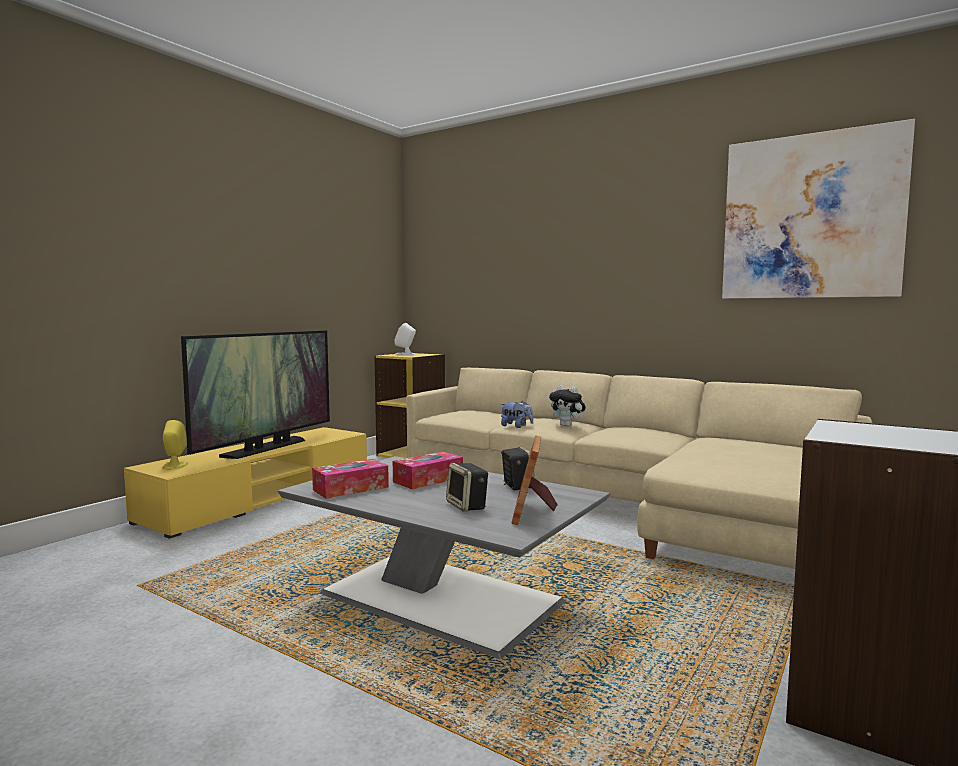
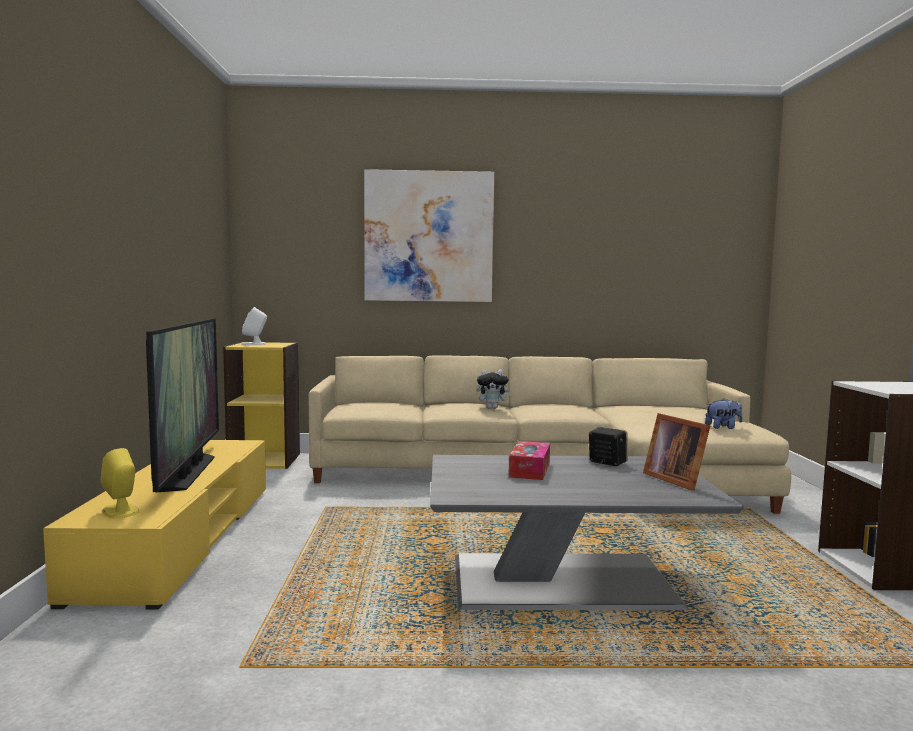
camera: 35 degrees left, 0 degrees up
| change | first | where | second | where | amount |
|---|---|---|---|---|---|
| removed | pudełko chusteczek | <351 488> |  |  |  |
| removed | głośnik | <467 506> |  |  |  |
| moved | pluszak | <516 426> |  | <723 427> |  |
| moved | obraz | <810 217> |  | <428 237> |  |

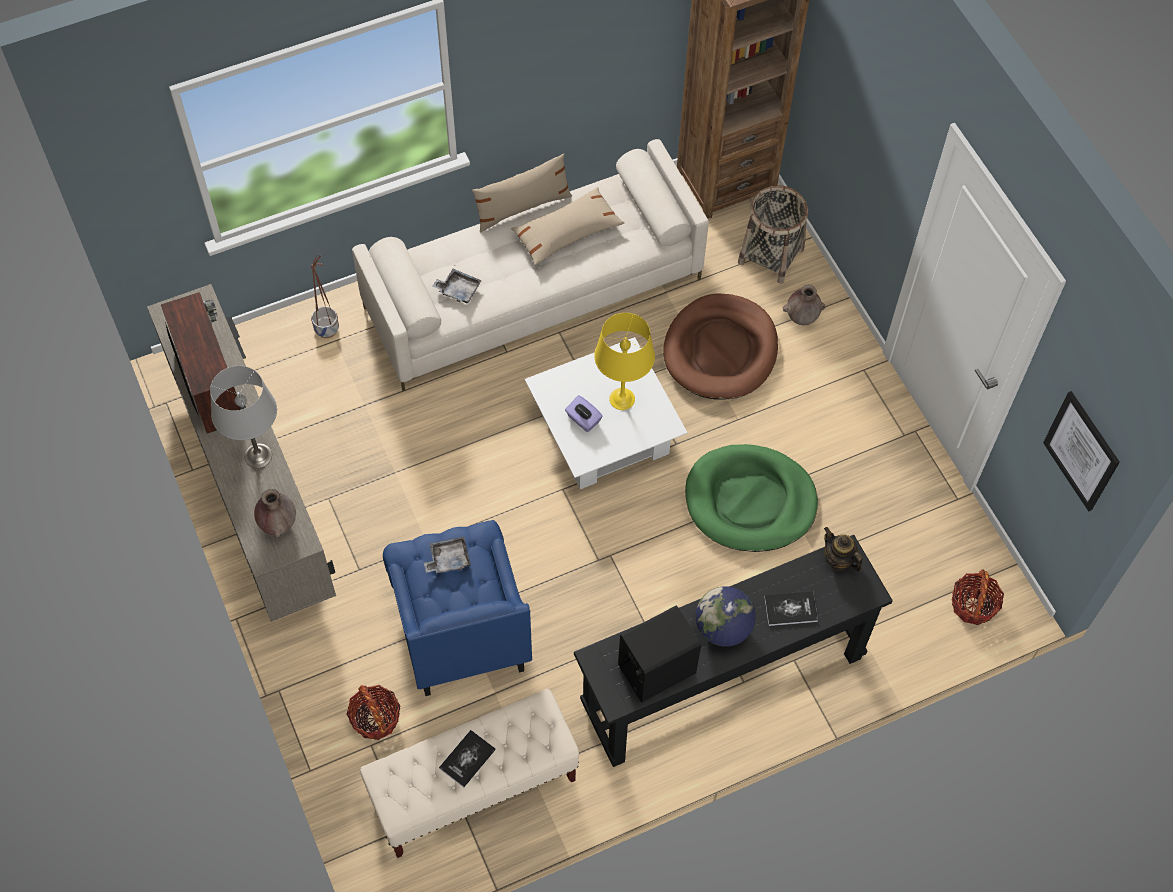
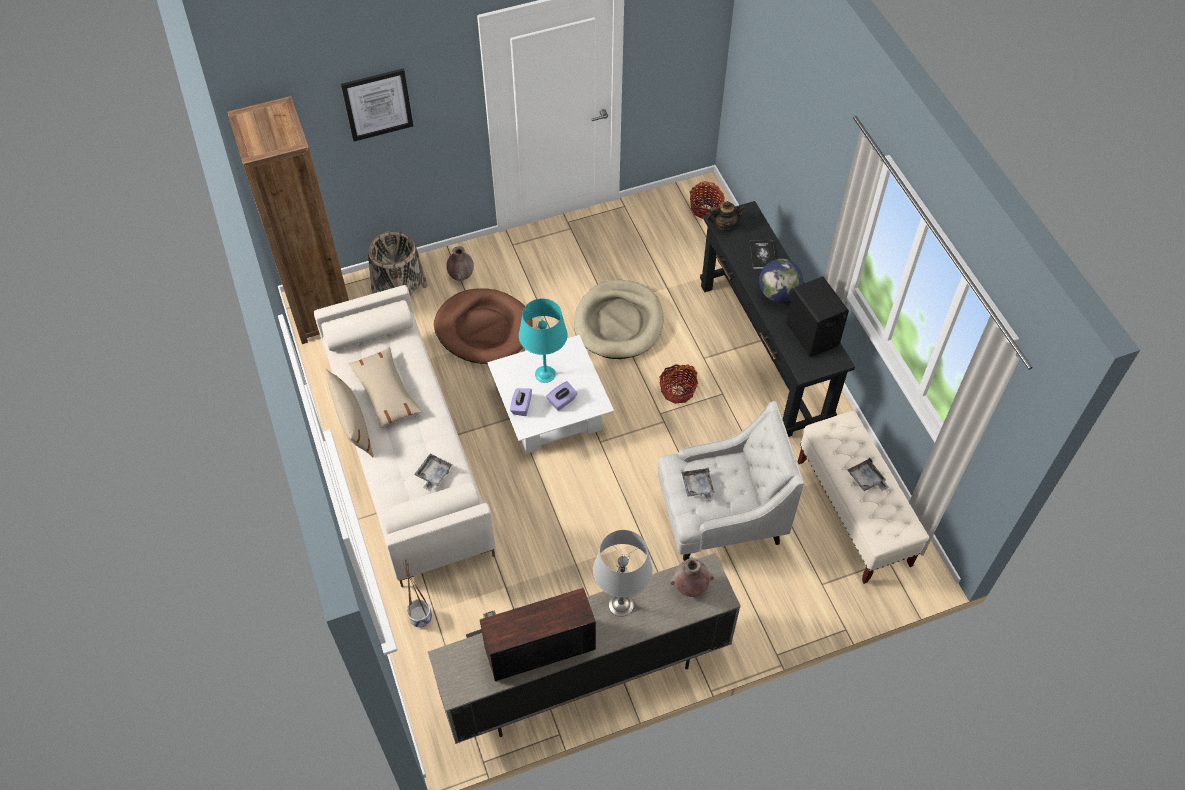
camera: 85 degrees left, 5 degrees down
| change | first | where | second | where | amount |
|---|---|---|---|---|---|
| moved | koszyk | <375 718> |  | <677 390> |  |
| recoloured | fotel (niebieski) | <460 627> | fotel (biały) | <720 518> |  |
| replaced | książka | <467 759> | taca (szary) | <866 479> |  |
| recoloured | lampa stołowa (żółty) | <622 399> | lampa stołowa (turkusowy) | <545 374> |  |
| recoloured | legowisko (zielony) | <750 501> | legowisko (beżowy) | <619 322> |  |
| turned | imbryk | <838 560> |  | <724 225> | 150 degrees counterclockwise |
| moved | obraz | <1081 451> |  | <377 104> |  |
| added |  |  | pudełko chusteczek (fioletowy) | <521 406> |  |

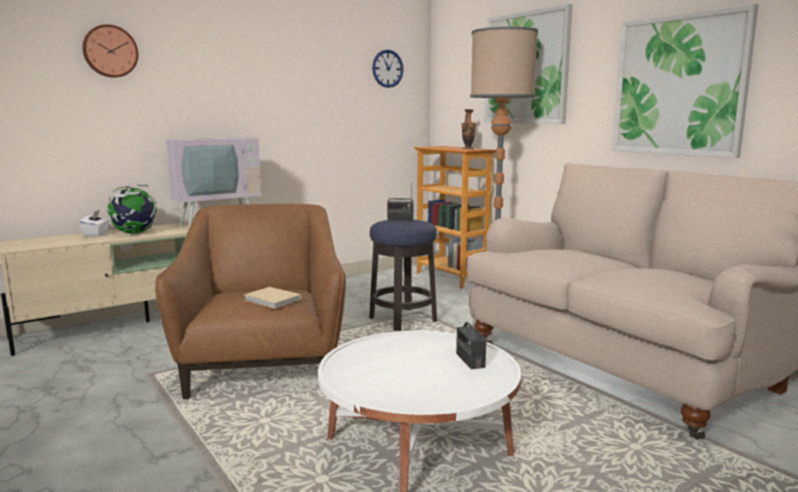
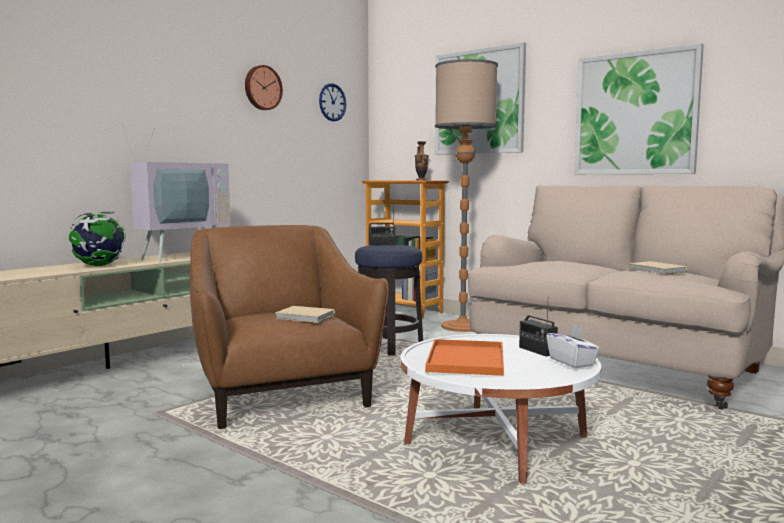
camera: 15 degrees left, 5 degrees down
| change | first | where | second | where | amount |
|---|---|---|---|---|---|
| moved | pudełko chusteczek (biały) | <96 234> |  | <572 362> |  |
| moved | zegar ścienny | <110 51> |  | <262 88> |  |
| added |  |  | taca (pomarańczowy) | <465 358> |  |
| added |  |  | książka (beżowy) | <657 270> |  |

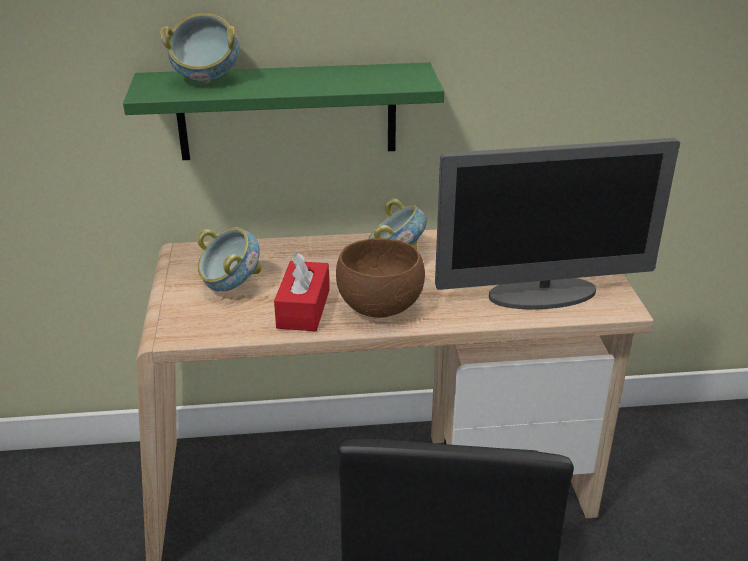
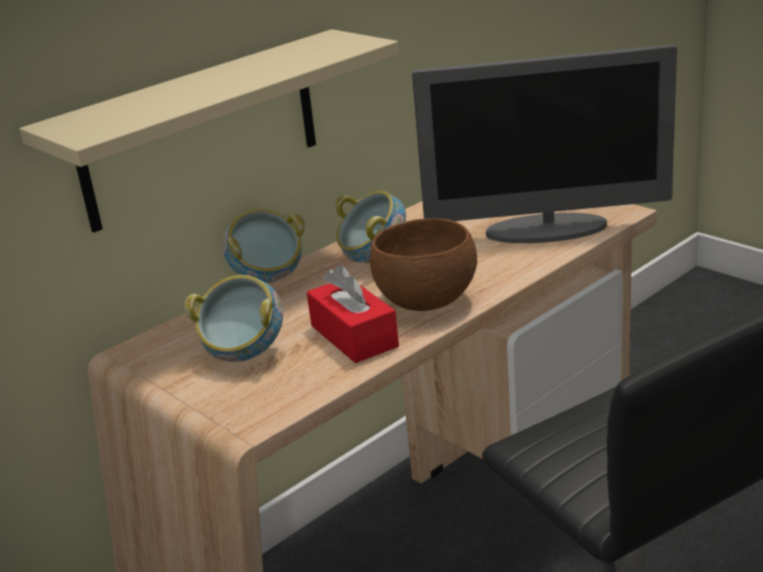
camera: 35 degrees left, 5 degrees down
| change | first | where | second | where | amount |
|---|---|---|---|---|---|
| recoloured | półka (zielony) | <287 112> | półka (beżowy) | <201 130> |  |
| moved | miska | <206 80> |  | <268 279> |  |
| turned | monitor | <543 294> |  | <547 230> | 45 degrees clockwise |

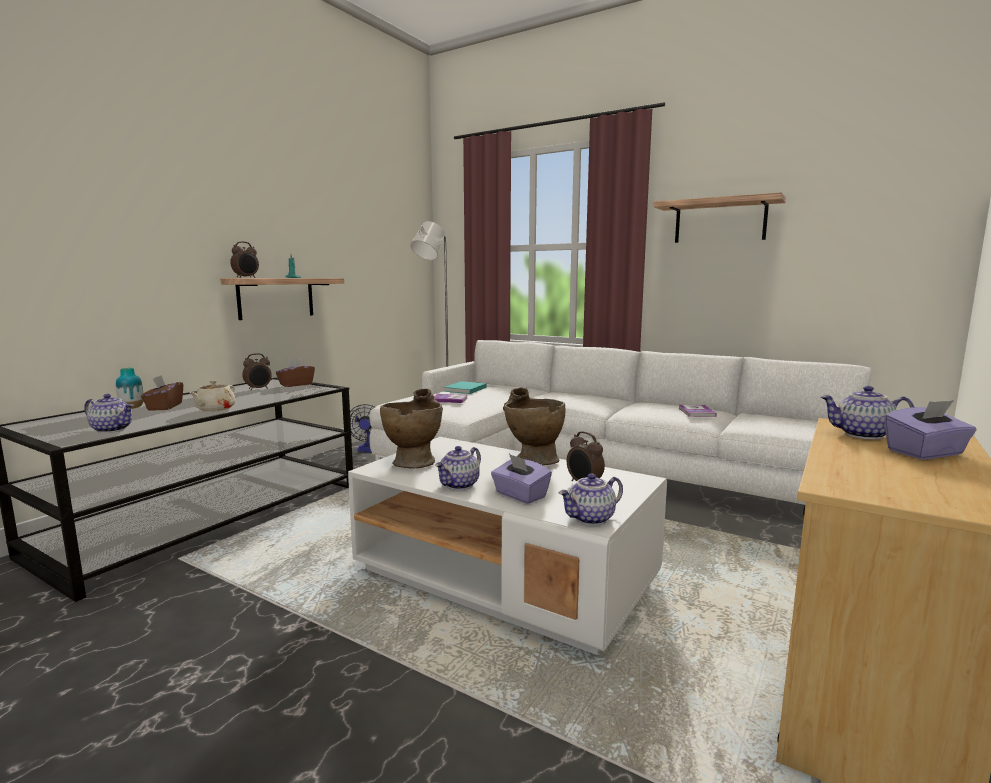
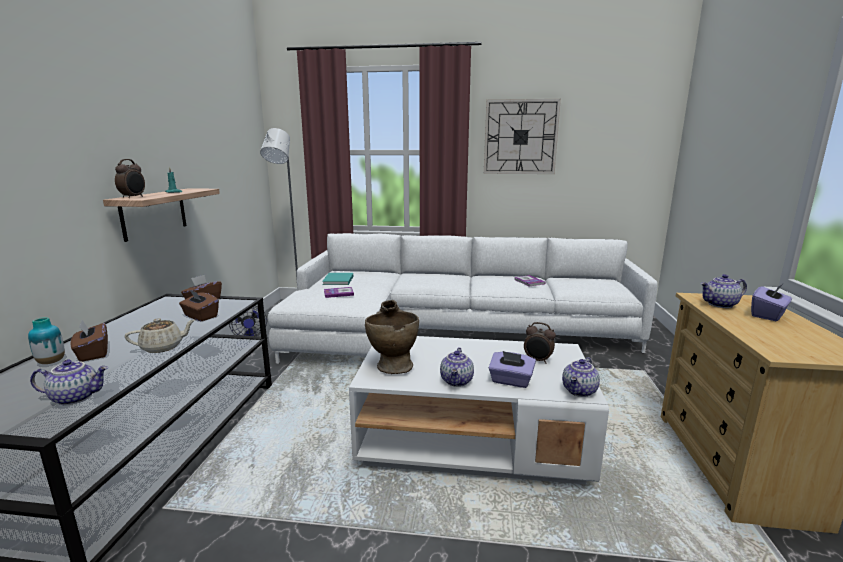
camera: 25 degrees left, 5 degrees up
| change | first | where | second | where | amount |
|---|---|---|---|---|---|
| turned | imbryk (beżowy) | <214 409> |  | <163 347> | 105 degrees counterclockwise |
| removed | budzik | <258 389> |  |  |  |
| removed | wazon (beżowy) | <531 459> |  |  |  |
| replaced | półka | <720 221> | zegar ścienny | <520 137> |  |
| added |  |  | pudełko chusteczek (brązowy) | <200 316> |  |

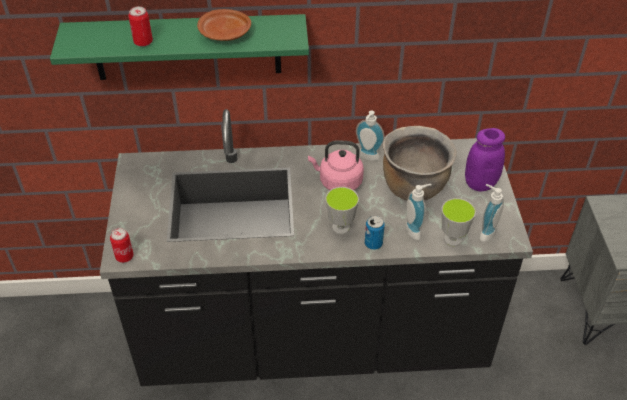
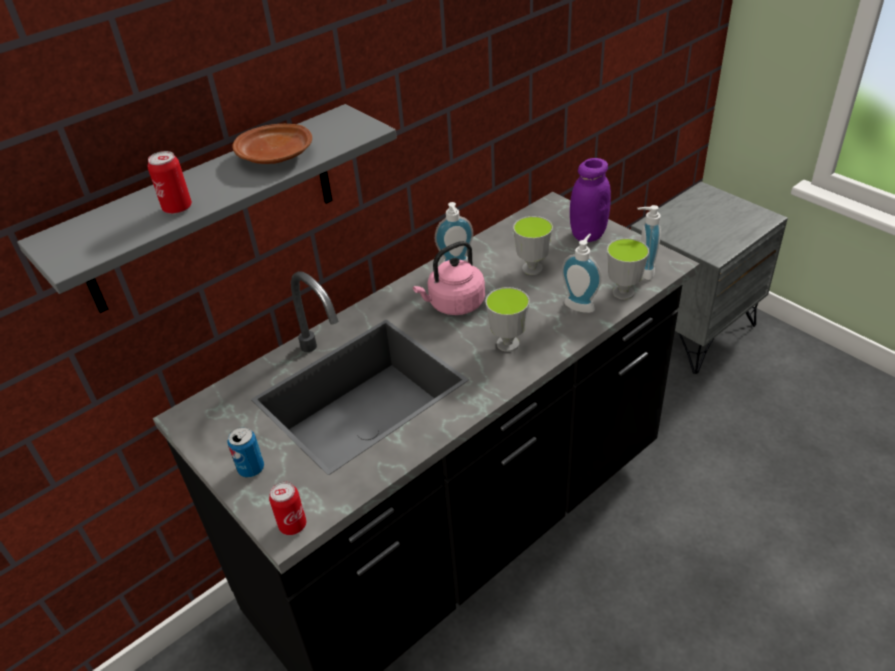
camera: 35 degrees left, 5 degrees down
| change | first | where | second | where | amount |
|---|---|---|---|---|---|
| recoloured | półka (zielony) | <187 47> | półka (szary) | <211 210> |  |
| moved | puszka | <373 244> |  | <251 469> |  |
| replaced | garnek (brązowy) | <413 186> | filiżanka | <532 268> |  |

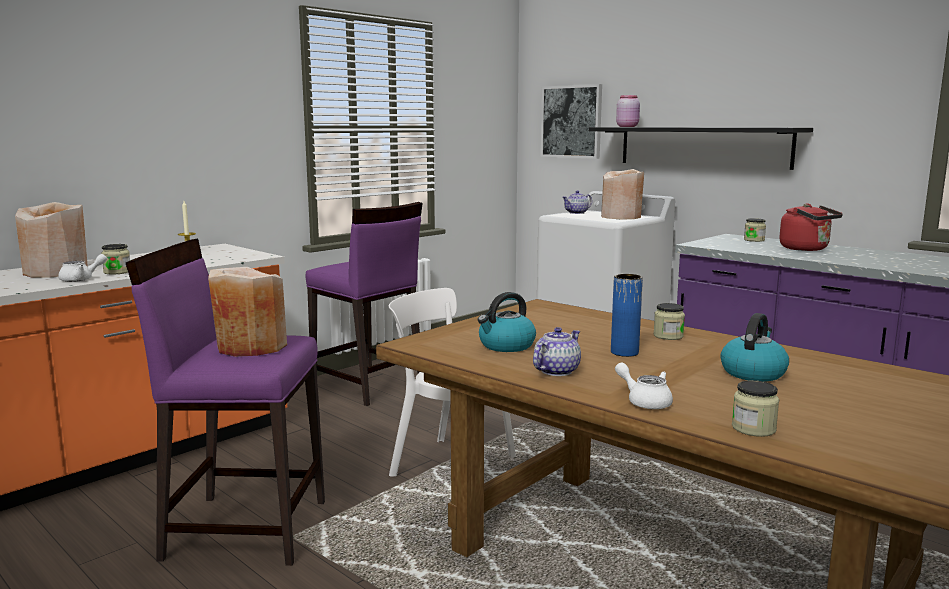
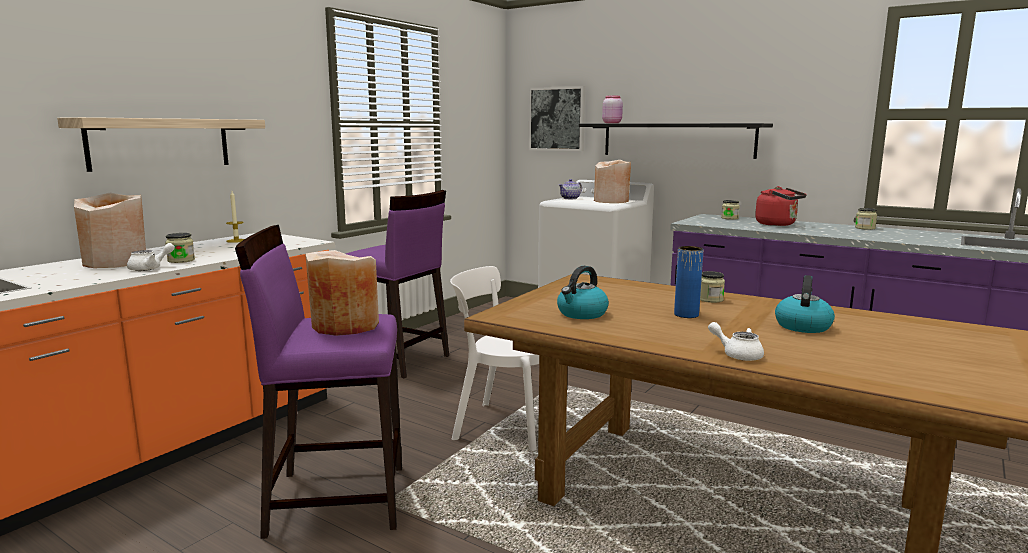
camera: 10 degrees left, 0 degrees up
| change | first | where | second | where | amount |
|---|---|---|---|---|---|
| removed | imbryk | <556 371> |  |  |  |
| moved | słoik | <753 428> |  | <865 228> |  |
| added |  |  | półka | <160 143> |  |

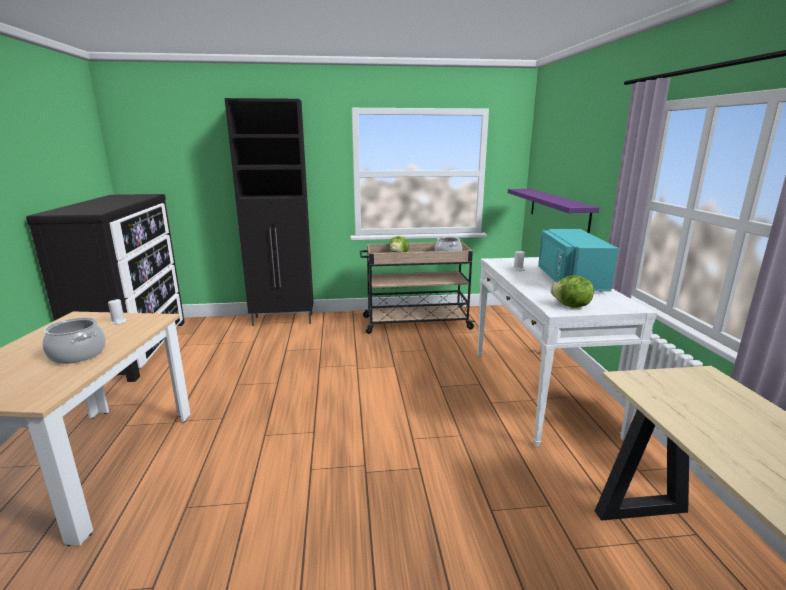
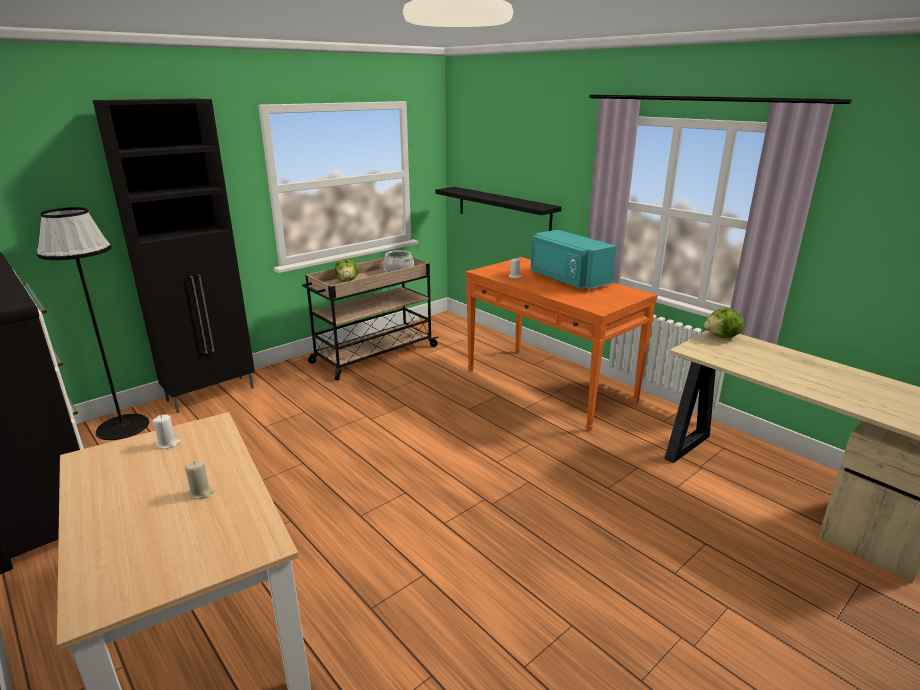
camera: 35 degrees left, 5 degrees up
| change | first | where | second | where | amount |
|---|---|---|---|---|---|
| replaced | garnek | <77 354> | świeca (beżowy) | <201 493> |  |
| recoloured | stolik konsolowy (biały) | <540 391> | stolik konsolowy (pomarańczowy) | <549 386> |  |
| recoloured | półka (fioletowy) | <558 210> | półka (czarny) | <503 209> |  |
| moved | sałata | <571 306> |  | <722 337> |  |
| added |  |  | lampa stojąca (czarny) | <122 427> |  |

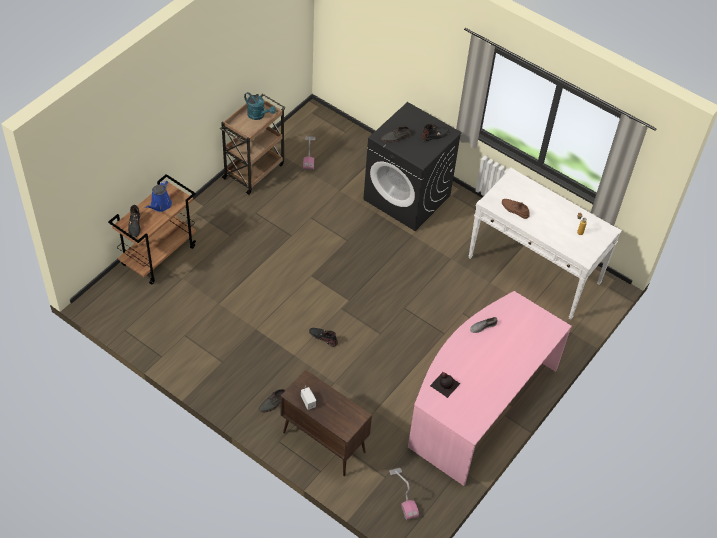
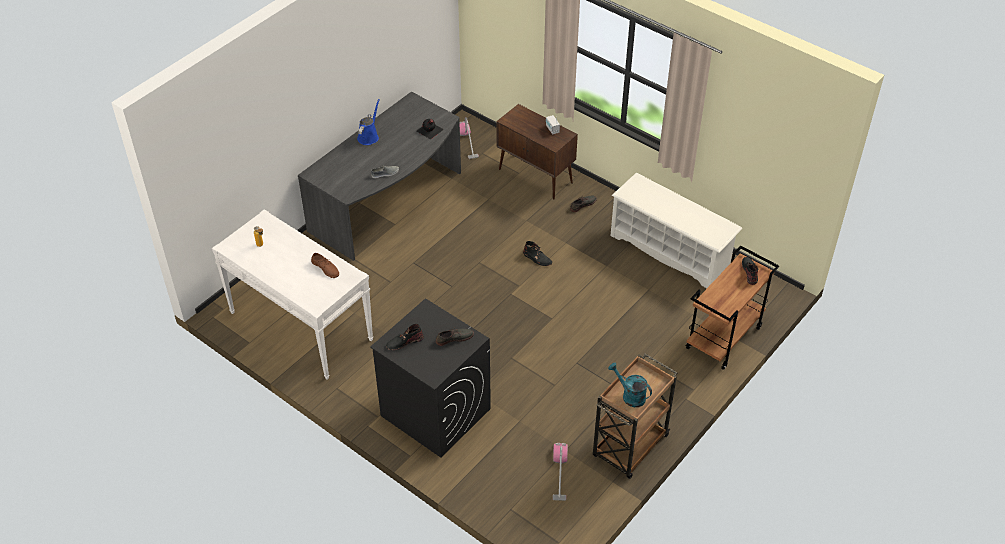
camera: 175 degrees left, 5 degrees down
| change | first | where | second | where | amount |
|---|---|---|---|---|---|
| moved | konewka (niebieski) | <160 205> |  | <369 136> |  |
| recoloured | biurko (różowy) | <479 404> | biurko (szary) | <389 203> |  |
| added |  |  | regał na buty (biały) | <670 251> |  |

